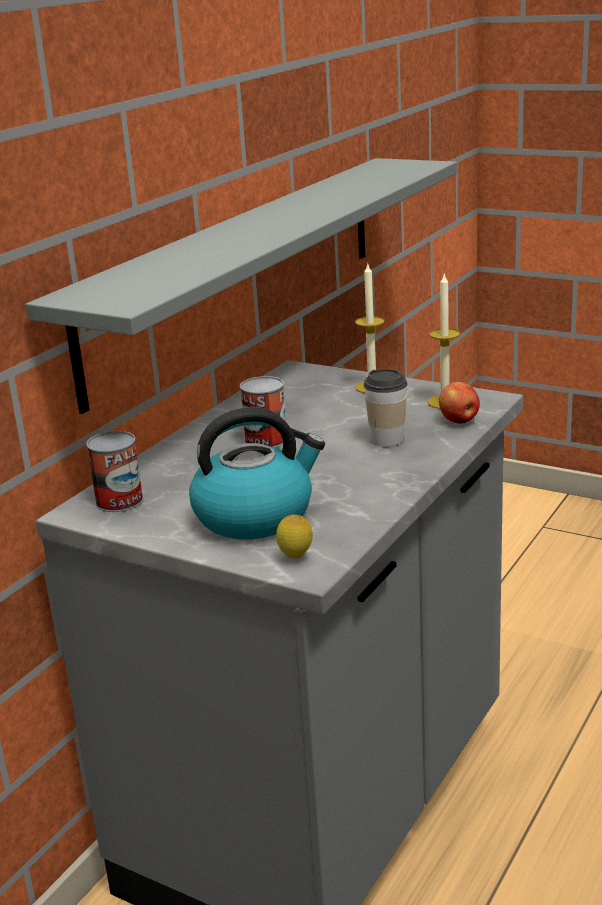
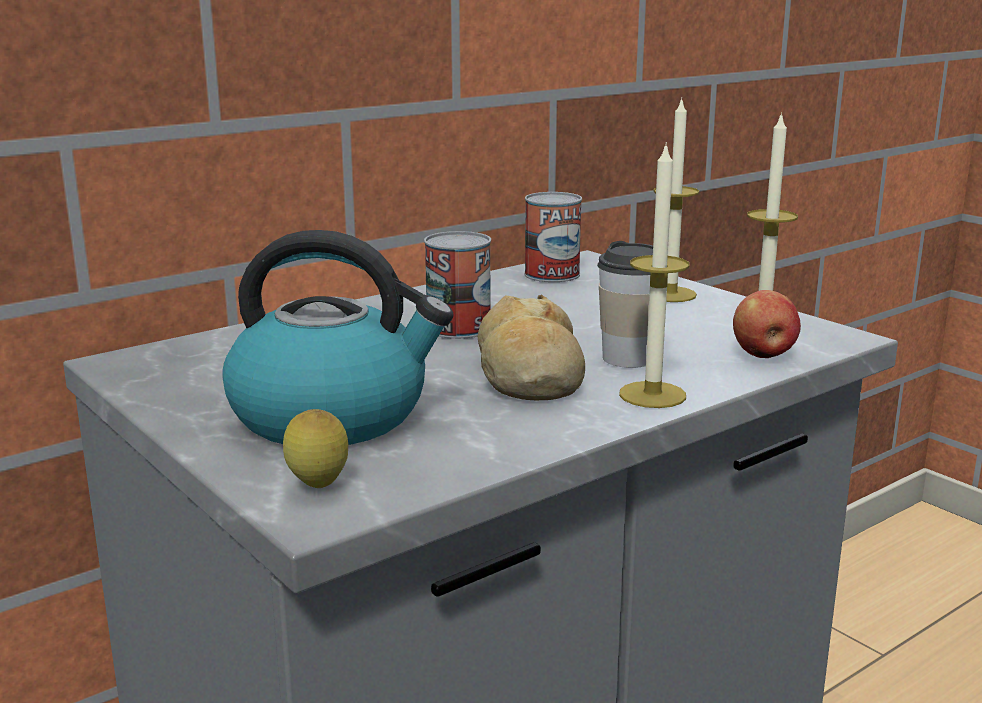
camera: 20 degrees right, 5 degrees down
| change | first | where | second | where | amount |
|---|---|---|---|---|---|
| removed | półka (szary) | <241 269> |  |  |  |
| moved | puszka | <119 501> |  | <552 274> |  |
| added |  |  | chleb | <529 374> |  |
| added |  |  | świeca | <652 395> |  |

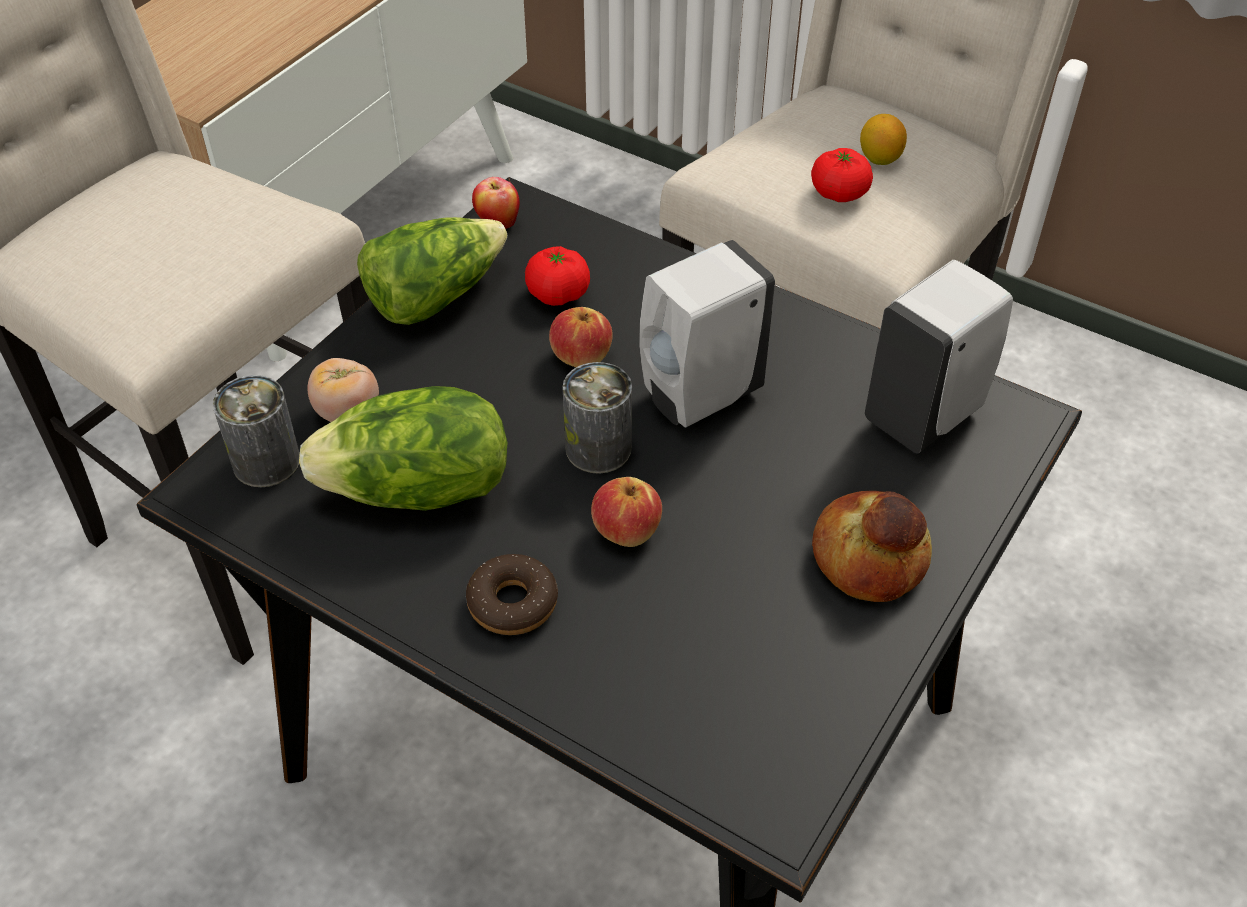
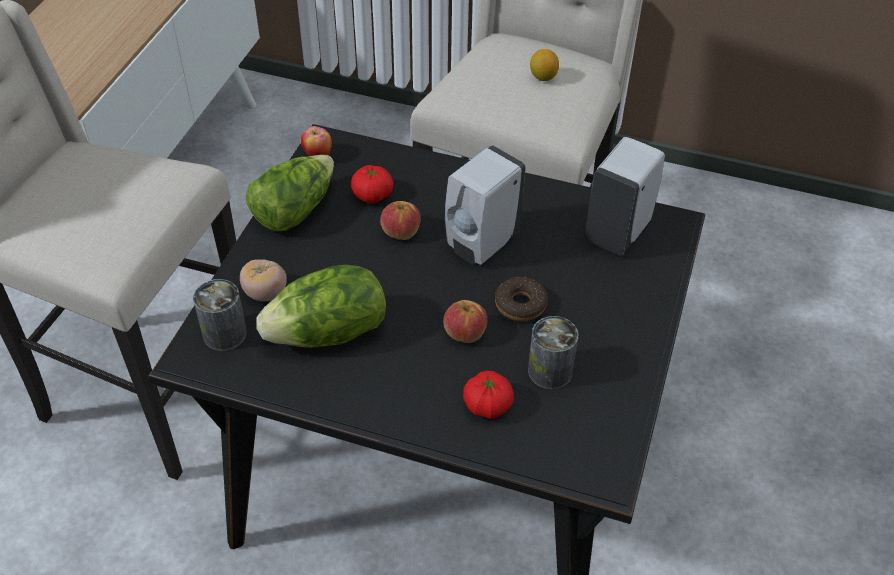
camera: 15 degrees left, 0 degrees up
| change | first | where | second | where | amount |
|---|---|---|---|---|---|
| moved | donut | <512 603> |  | <520 304> |  |
| moved | puszka | <598 448> |  | <550 371> |  |
| moved | pomidor | <839 193> |  | <487 405> |  |
| removed | chleb | <868 556> |  |  |  |

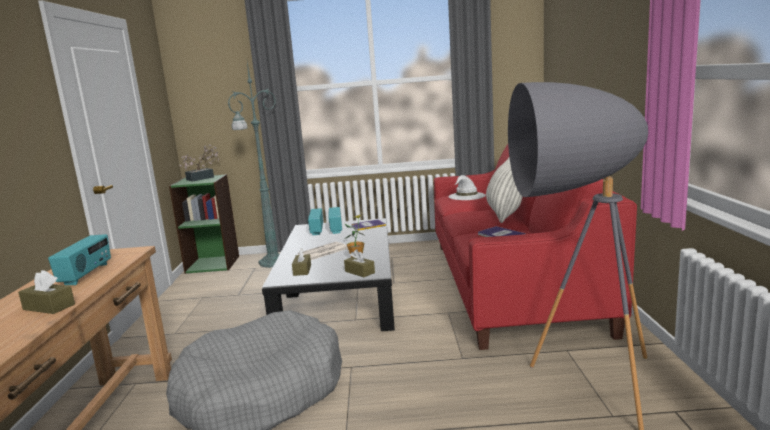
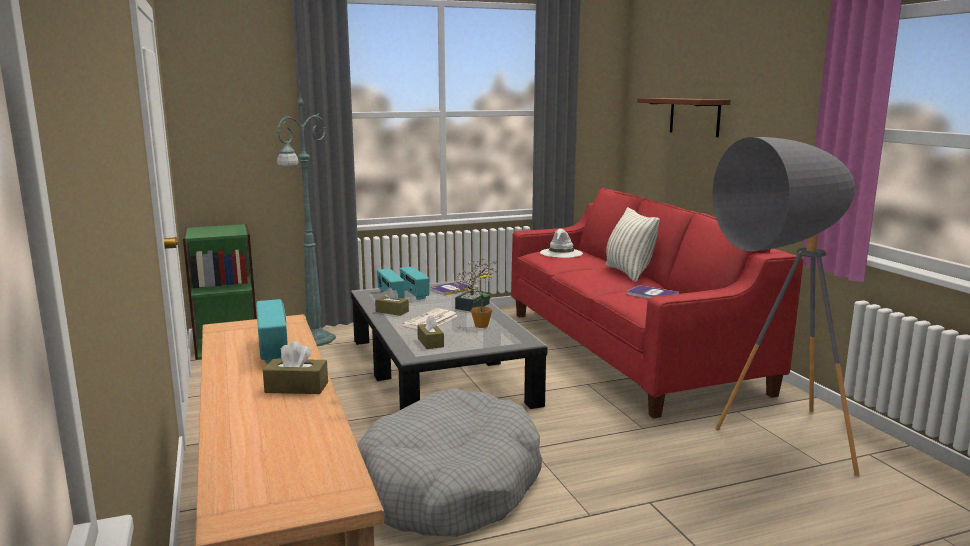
camera: 20 degrees left, 0 degrees up
| change | first | where | second | where | amount |
|---|---|---|---|---|---|
| moved | roślina doniczkowa | <203 178> |  | <475 305> |  |
| moved | pudełko chusteczek (brązowy) | <359 272> |  | <392 311> |  |
| added |  |  | półka (brązowy) | <694 116> |  |

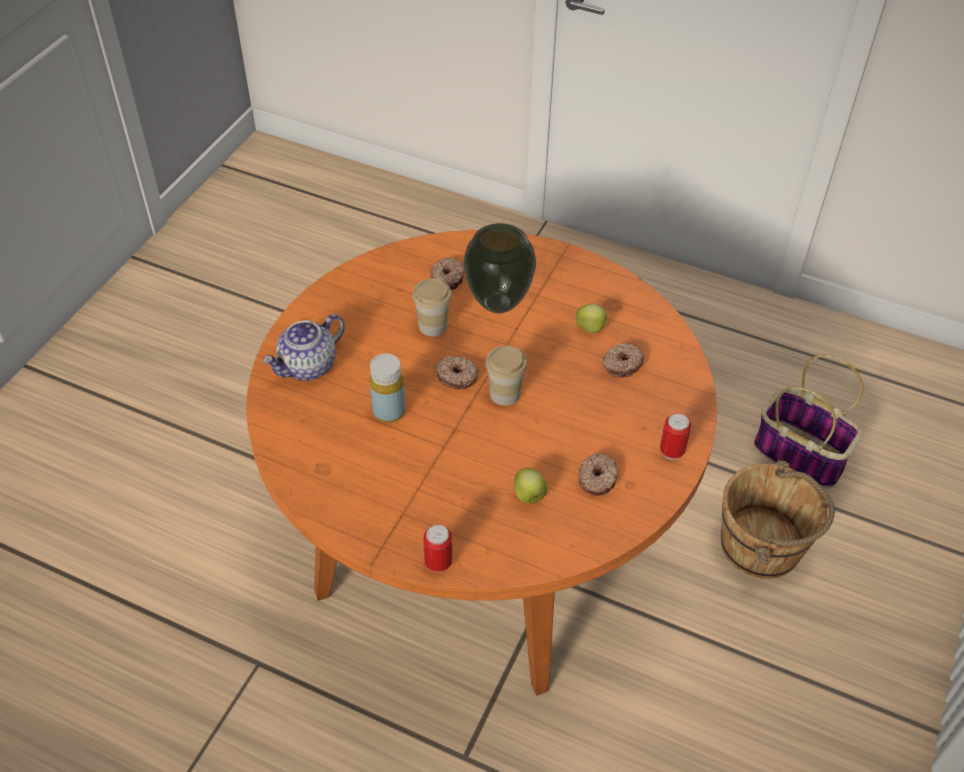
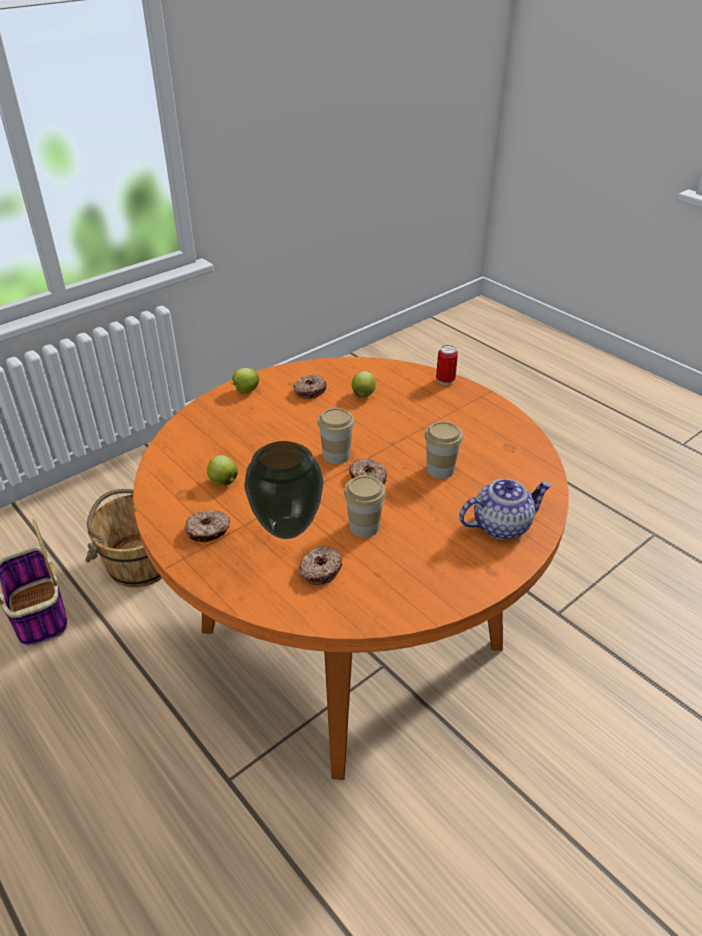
camera: 155 degrees left, 10 degrees down
| change | first | where | second | where | amount |
|---|---|---|---|---|---|
| replaced | butelka (żółty) | <389 411> | filiżanka | <440 469> |  |
| moved | donut | <621 364> |  | <208 531> |  |
| replaced | puszka | <671 451> | jabłko | <245 391> |  |

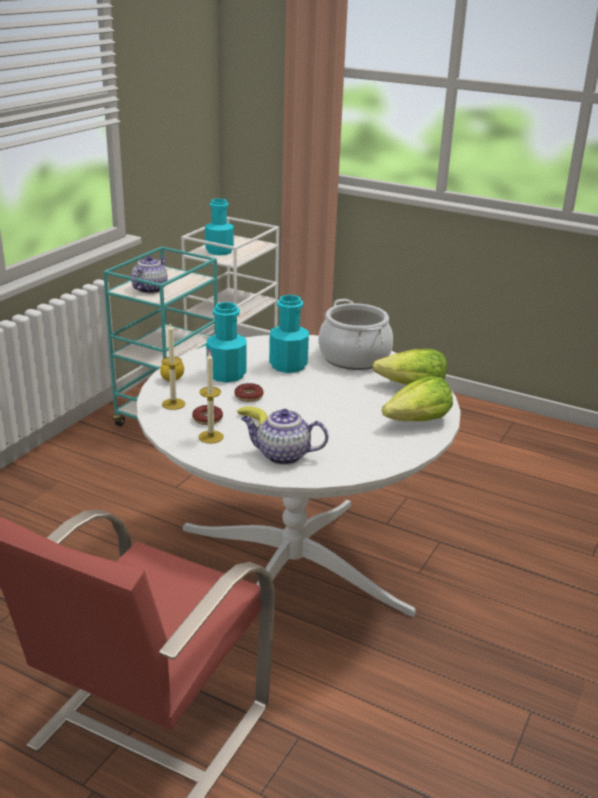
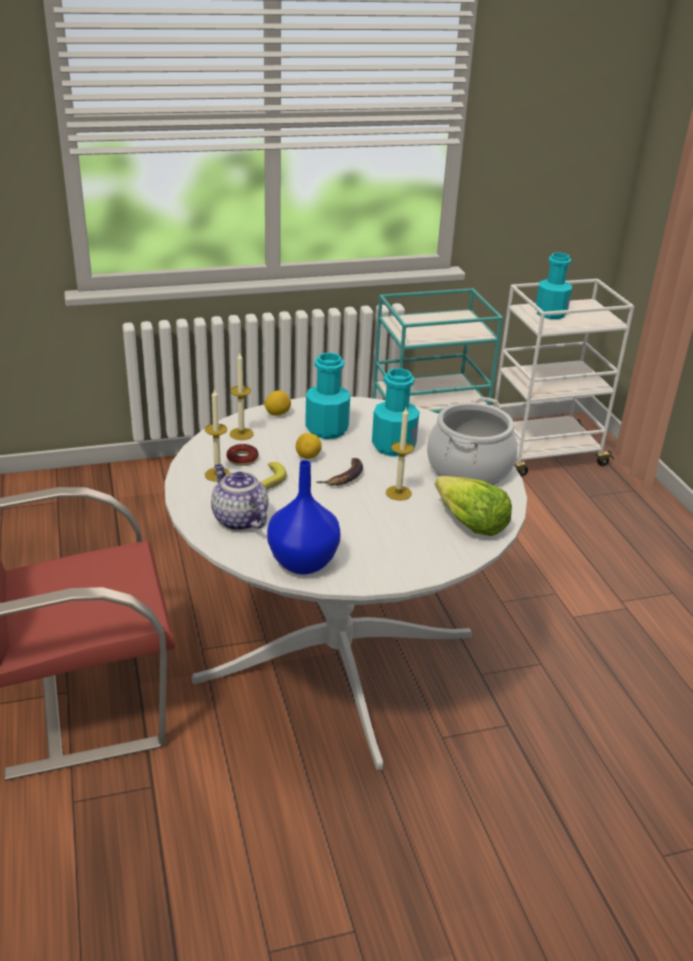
camera: 45 degrees right, 5 degrees up
| change | first | where | second | where | amount |
|---|---|---|---|---|---|
| removed | imbryk | <150 289> |  |  |  |
| replaced | donut | <249 396> | cytryna | <308 457> |  |
| removed | sałata | <418 421> |  |  |  |
| added |  |  | wazon (niebieski) | <301 562> |  |
| added |  |  | banan | <344 476> |  |
| added |  |  | świeca | <398 493> |  |

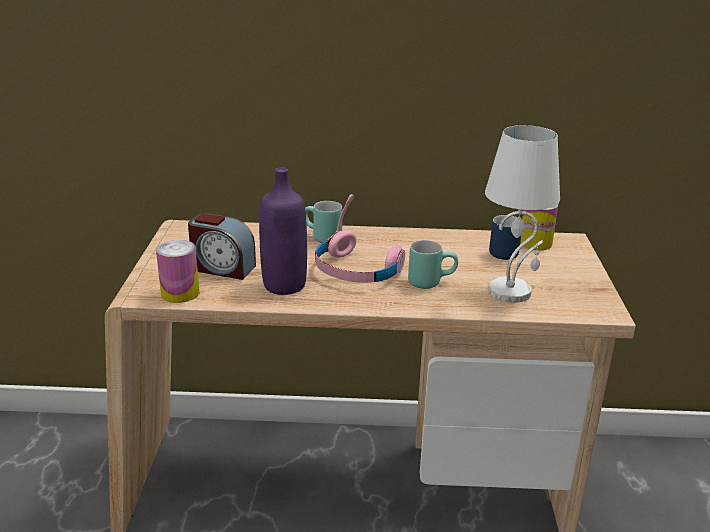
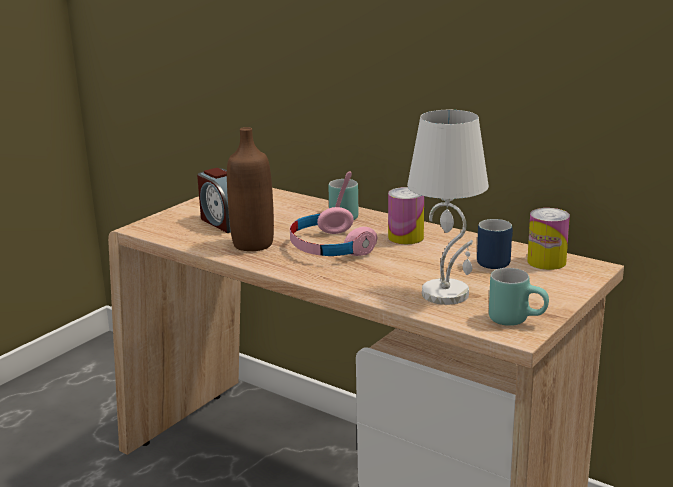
camera: 35 degrees right, 5 degrees down
| change | first | where | second | where | amount |
|---|---|---|---|---|---|
| moved | puszka | <180 293> |  | <406 237> |  |
| recoloured | butelka (fioletowy) | <284 285> | butelka (brązowy) | <253 244> |  |
| moved | kubek (turkusowy) | <430 281> |  | <517 319> |  |

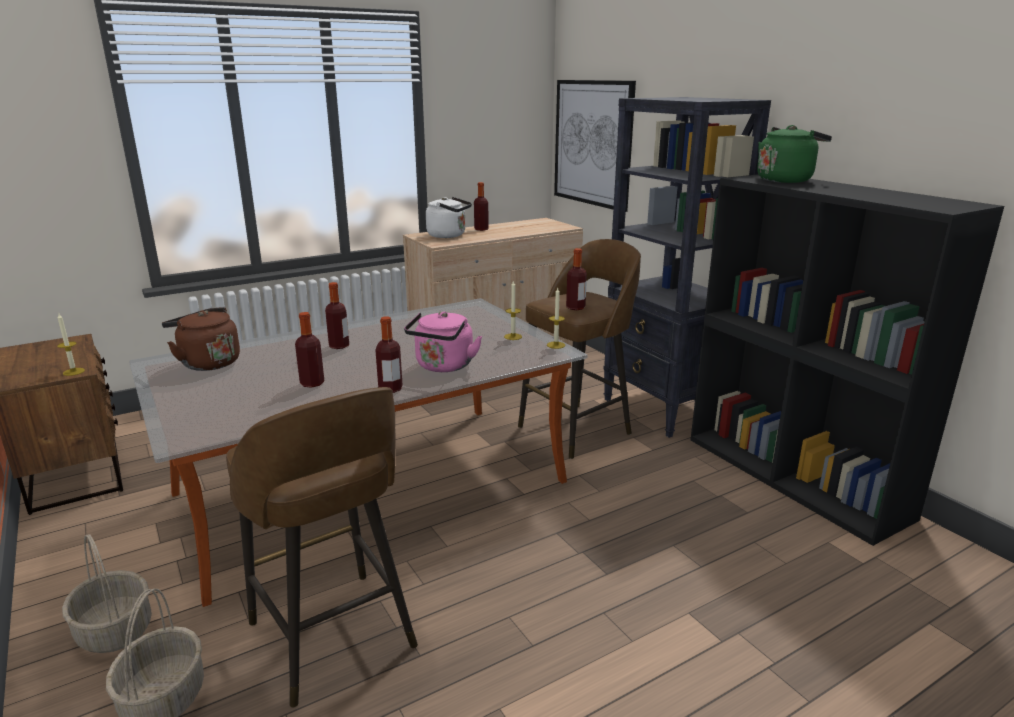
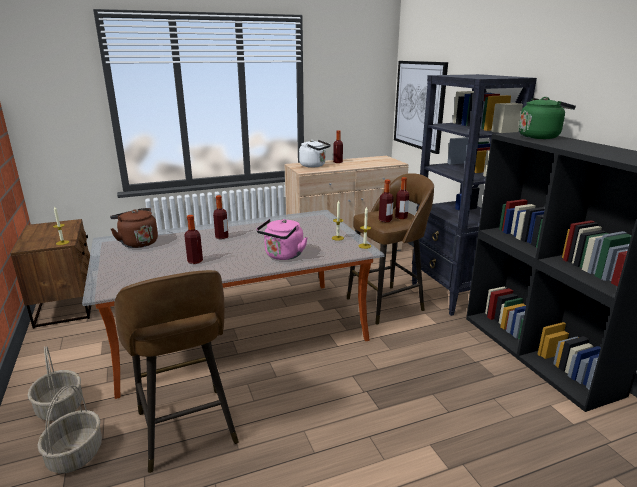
camera: 10 degrees right, 0 degrees up
| change | first | where | second | where | amount |
|---|---|---|---|---|---|
| moved | butelka | <390 389> |  | <401 217> |  |

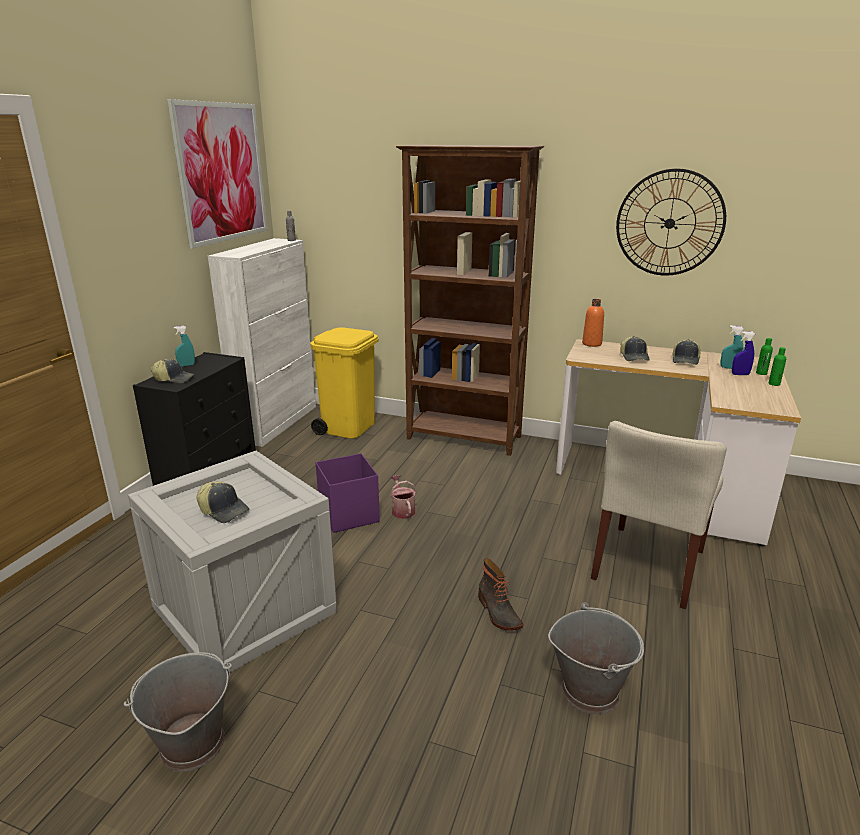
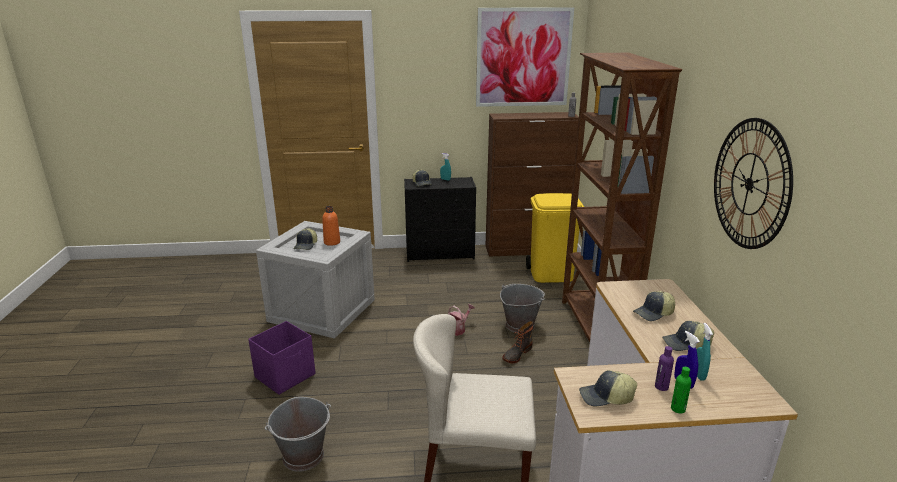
camera: 65 degrees right, 0 degrees up
| change | first | where | second | where | amount |
|---|---|---|---|---|---|
| moved | wiadro (szary) | <191 744> |  | <519 325> |  |
| recoloured | szafka (biały) | <277 423> | szafka (brązowy) | <526 249> |  |
| moved | pojemnik do przechowywania (fioletowy) | <349 514> |  | <286 376> |  |
| moved | but z cholewką | <498 613> |  | <516 354> |  |
| moved | butelka (pomarańczowy) | <591 344> |  | <332 242> |  |
| removed | butelka (zielony) | <761 373> |  |  |  |
| added |  |  | czapka z daszkiem | <606 397> |  |
| added |  |  | butelka (fioletowy) | <661 387> |  |

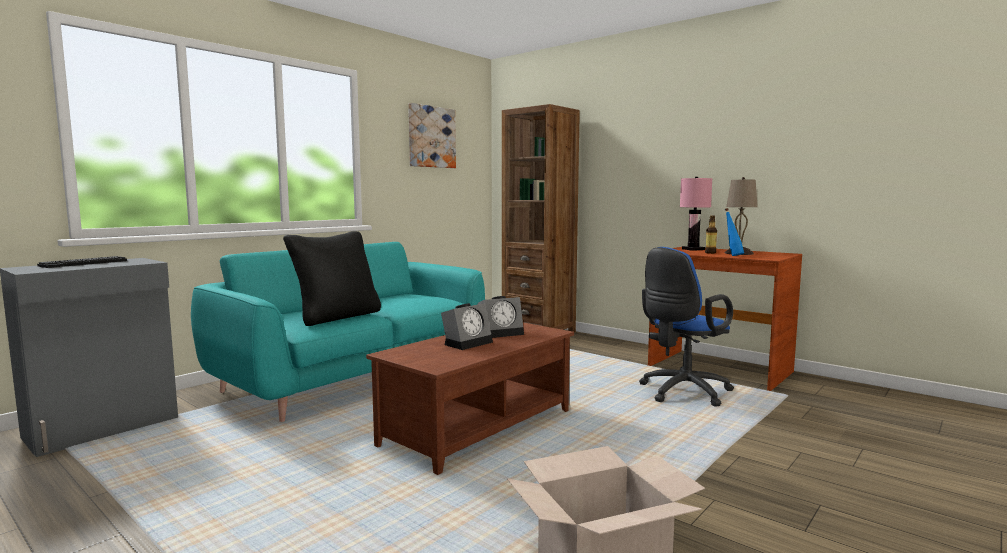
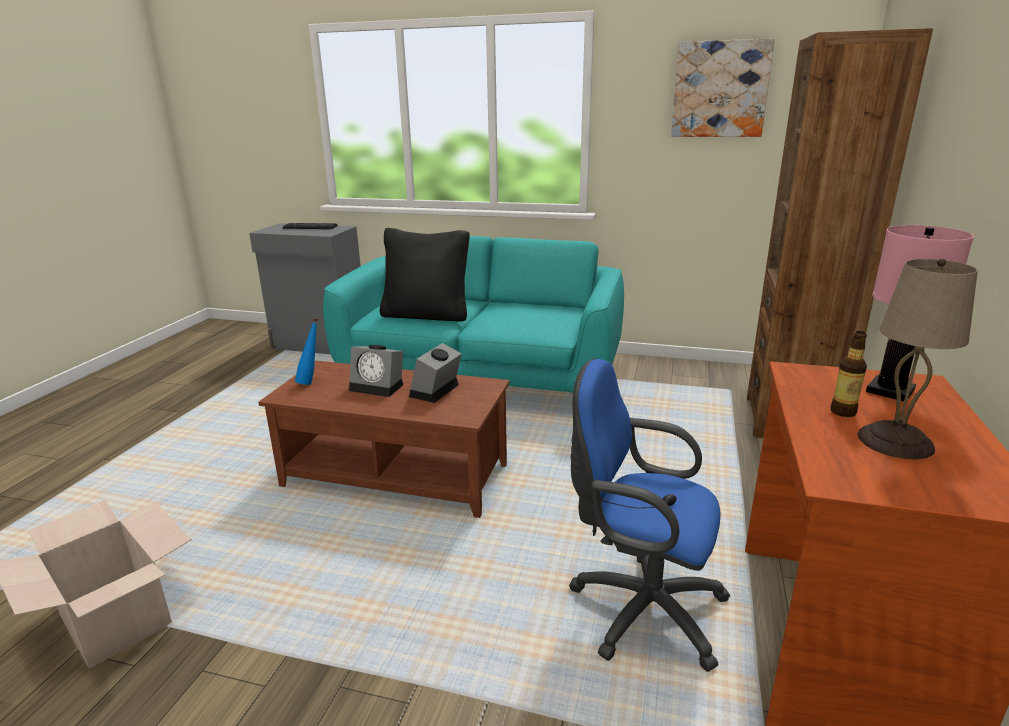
camera: 65 degrees right, 15 degrees up
| change | first | where | second | where | amount |
|---|---|---|---|---|---|
| turned | budzik | <502 333> |  | <435 392> | 75 degrees clockwise |
| moved | butelka (niebieski) | <732 255> |  | <311 382> |  |

